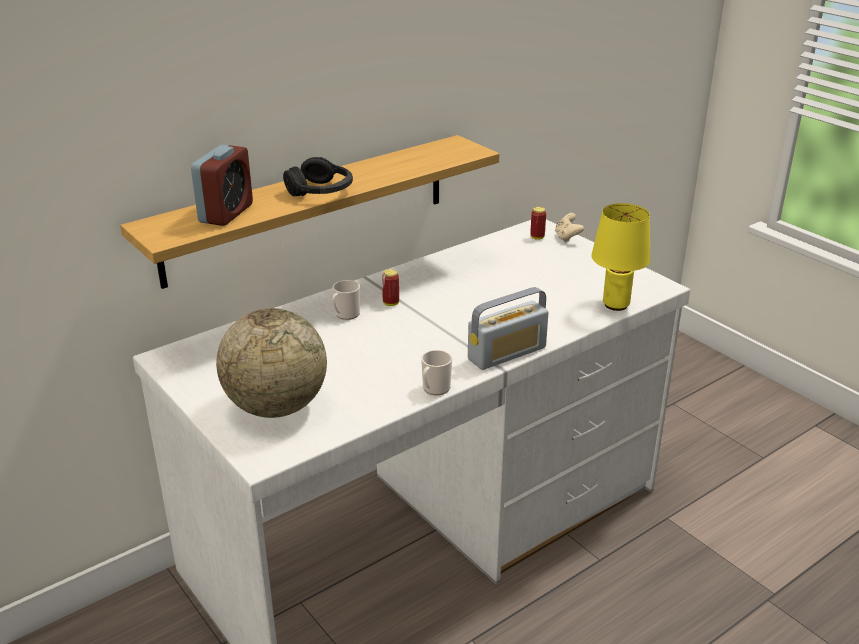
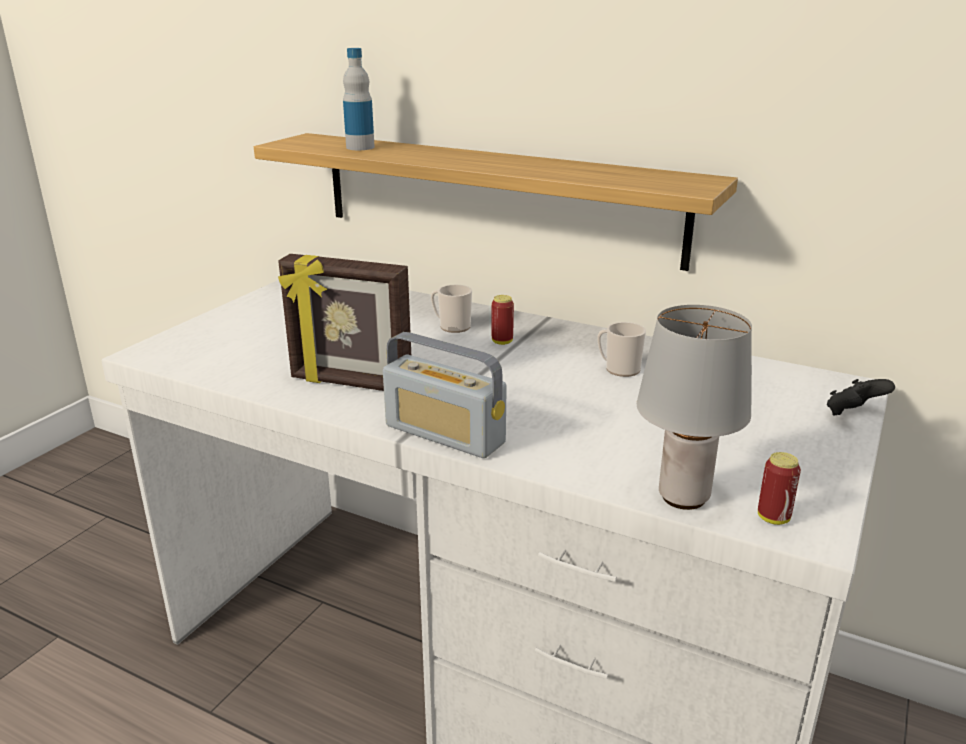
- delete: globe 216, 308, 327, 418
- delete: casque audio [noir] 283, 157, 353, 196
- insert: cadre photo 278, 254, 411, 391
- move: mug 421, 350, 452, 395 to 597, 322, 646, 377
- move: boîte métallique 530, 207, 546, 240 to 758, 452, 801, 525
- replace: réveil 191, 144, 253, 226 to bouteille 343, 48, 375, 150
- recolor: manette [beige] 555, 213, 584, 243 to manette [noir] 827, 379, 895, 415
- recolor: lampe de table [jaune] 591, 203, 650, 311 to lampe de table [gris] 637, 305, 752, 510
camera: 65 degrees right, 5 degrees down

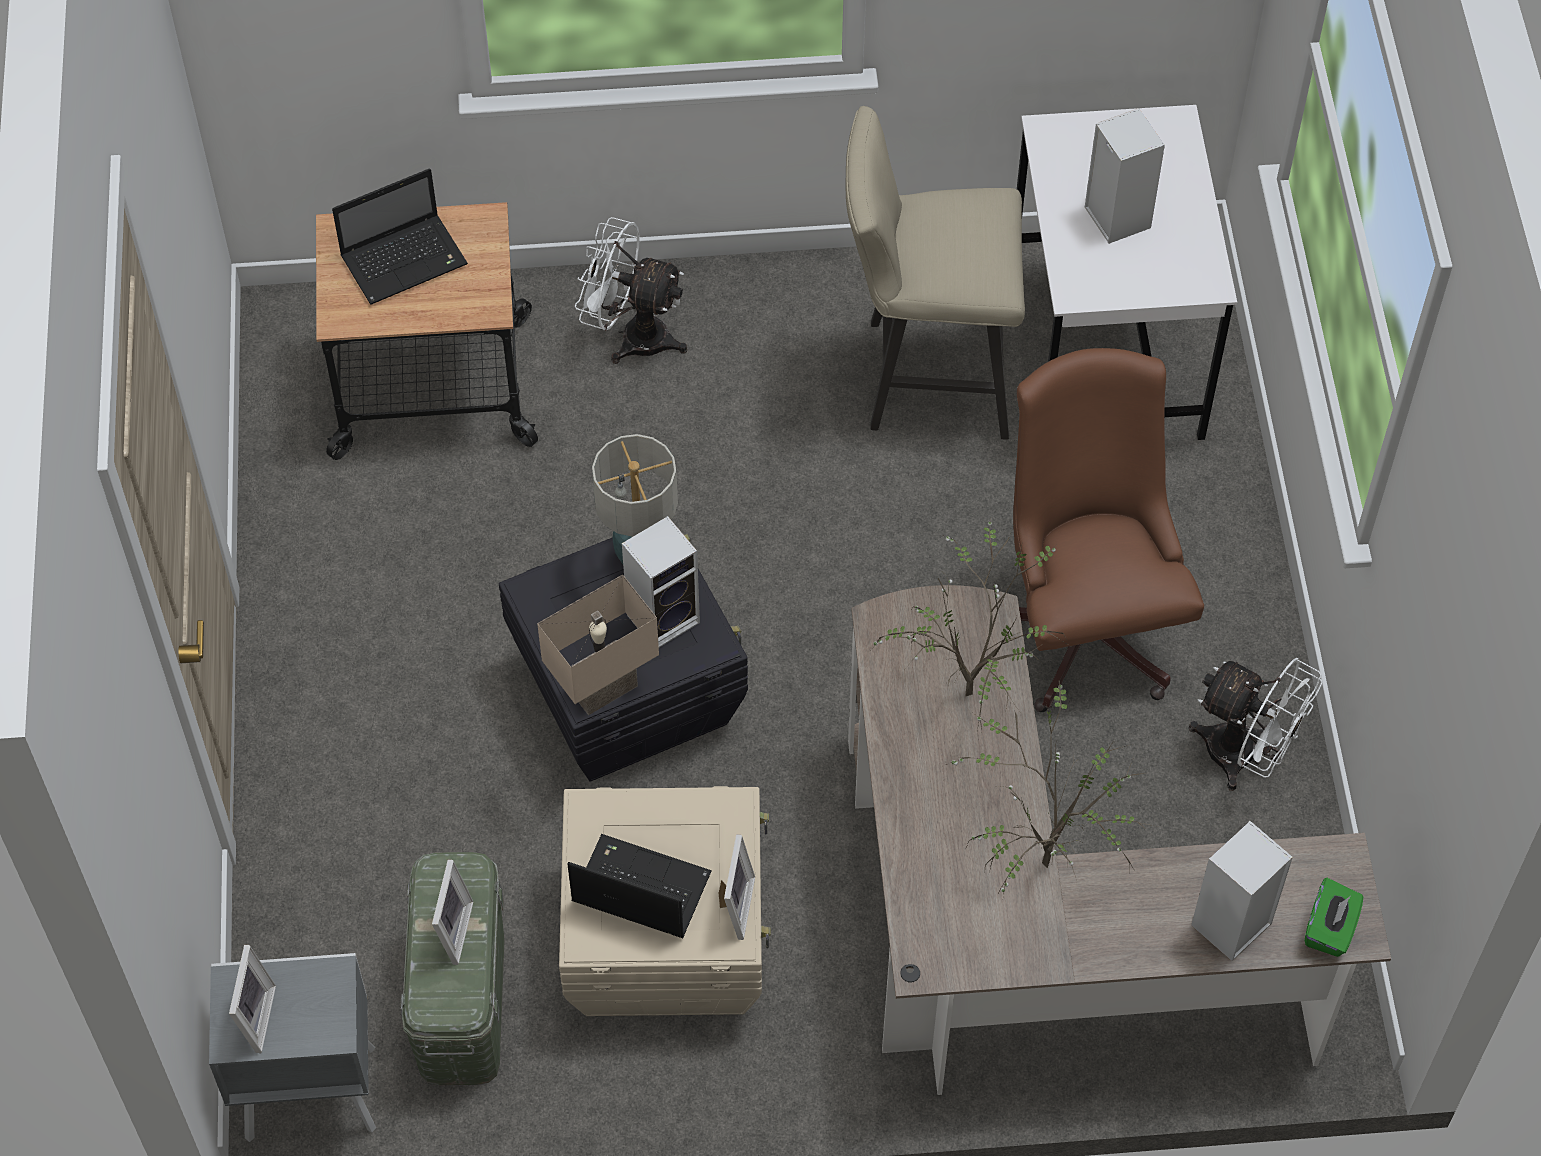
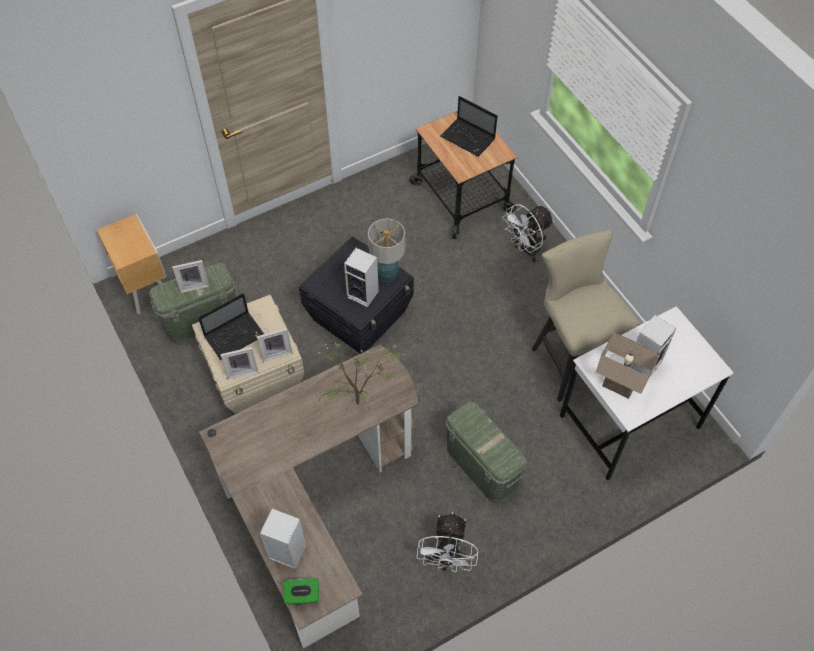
- delete: plante en pot 946, 680, 1158, 896
- move: cadre photo 229, 945, 276, 1053 to 256, 328, 293, 362
- move: lampe de table [beige] 537, 575, 659, 715 to 596, 332, 660, 399
- replace: chaise de bureau [marron] 1013, 348, 1204, 712 to boîte de rangement [vert] 446, 402, 527, 503
- recolor: table de chevet [gris] 209, 953, 376, 1142 to table de chevet [marron] 97, 214, 166, 315
- rotate: ordinateur portable 567, 834, 712, 938 = 198, 293, 264, 360 60 degrees clockwise
- rotate: ventilateur [blanc] 574, 217, 687, 364 = 502, 204, 554, 262 120 degrees counterclockwise
camera: 65 degrees right, 0 degrees up

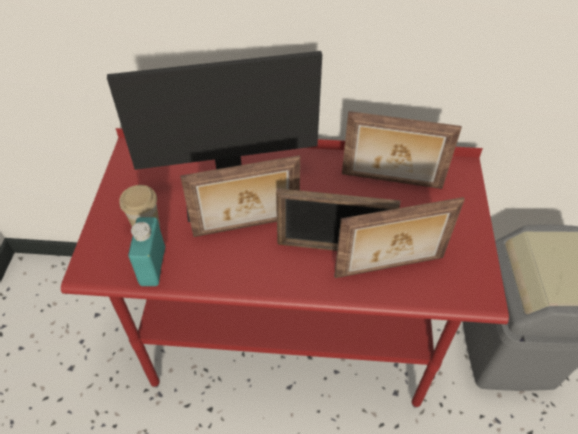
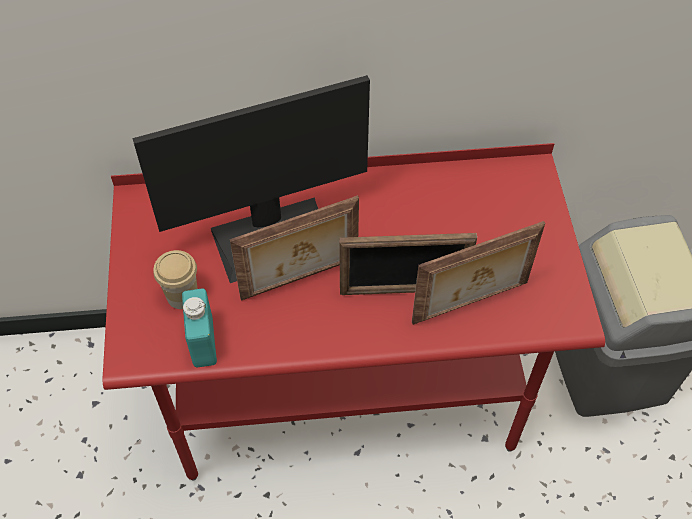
- delete: cadre photo 342, 111, 462, 189
camera: 10 degrees left, 5 degrees up

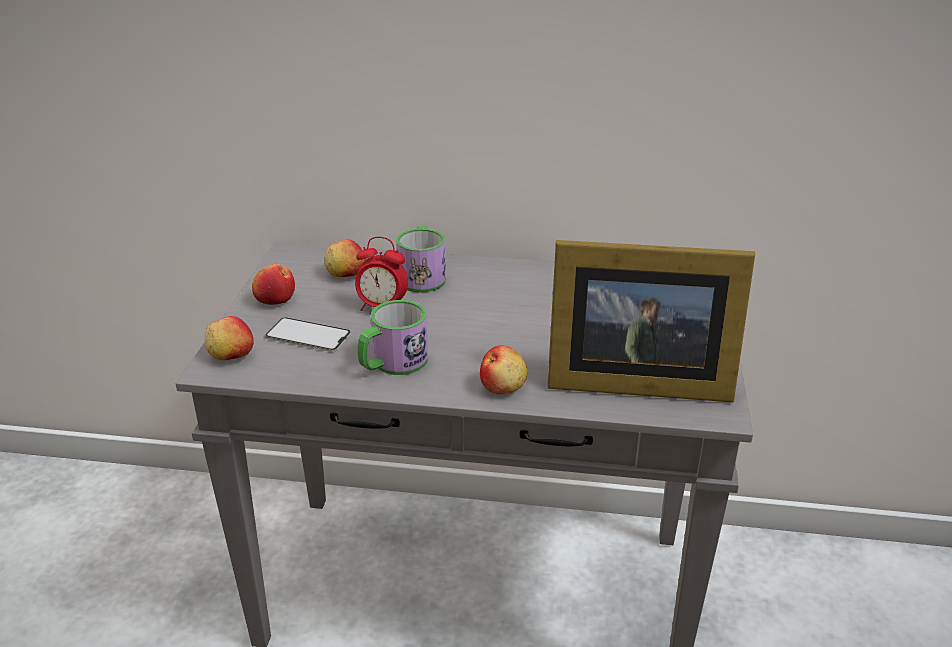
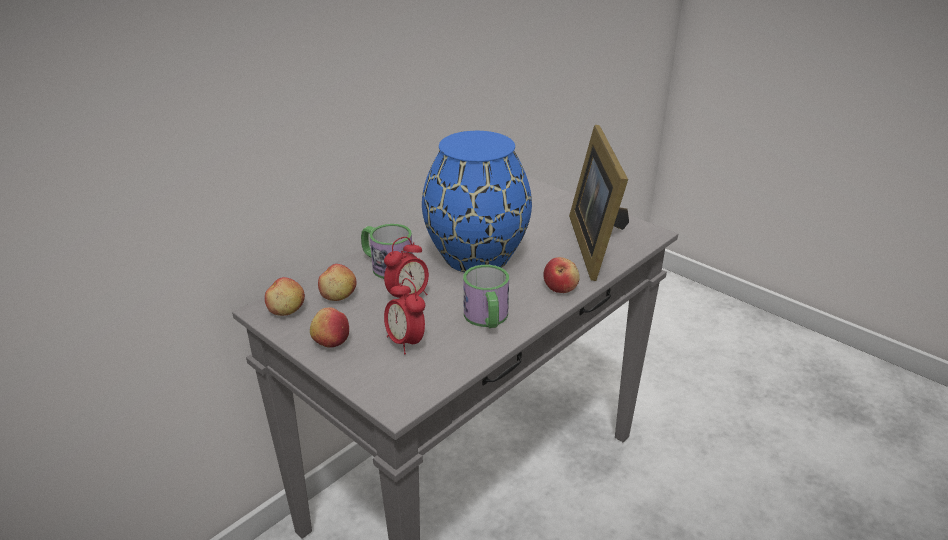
- insert: vase [bleu] 422, 131, 532, 272
- move: pomme 205, 316, 254, 360 to 265, 277, 305, 316
- replace: téléphone 265, 317, 351, 352 to réveil 384, 278, 425, 355
- rotate: cadre photo 547, 240, 755, 403 = 569, 125, 629, 281 135 degrees clockwise
camera: 55 degrees left, 0 degrees up

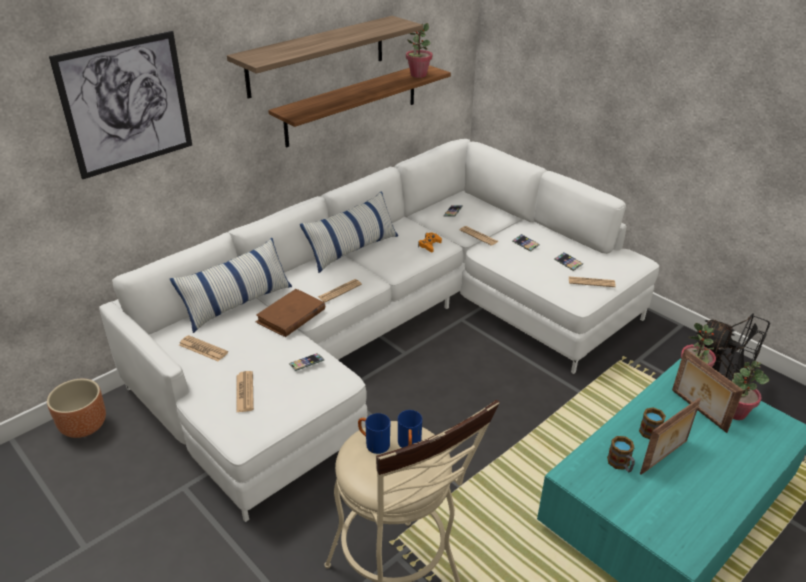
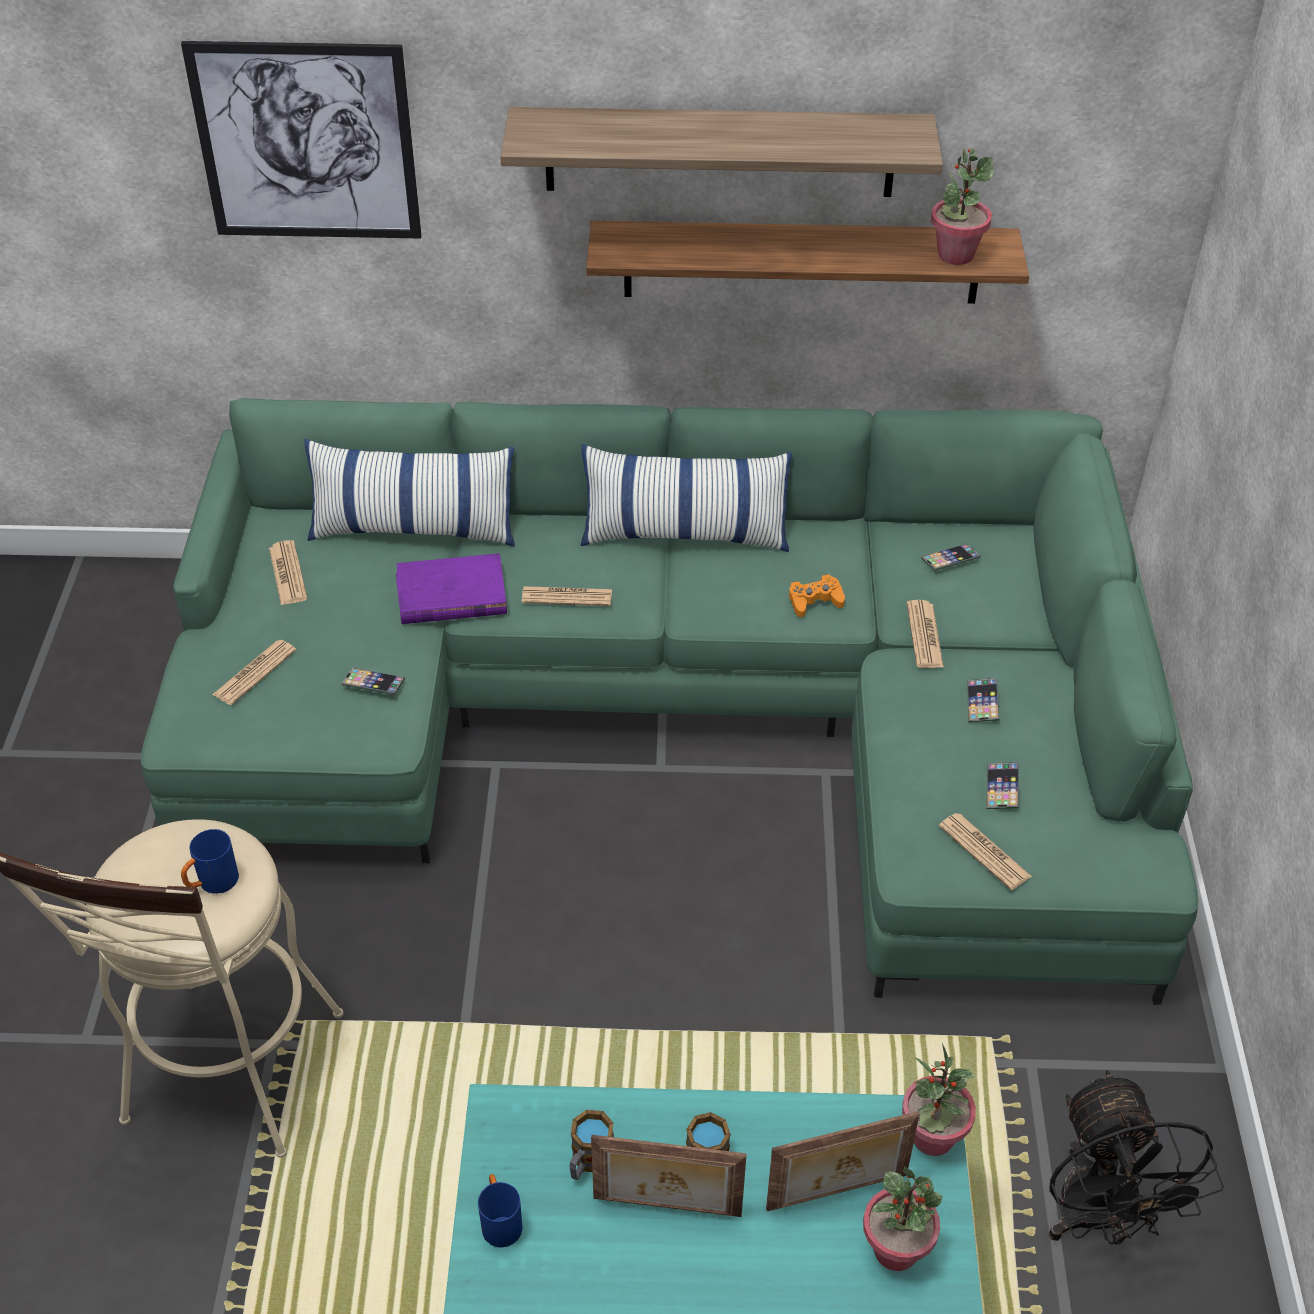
- delete: cache-pot [marron] 47, 379, 106, 438
- move: mug [bleu] 358, 413, 390, 454 to 478, 1174, 523, 1247
- recolor: canapé [blanc] 99, 139, 659, 522 to canapé [vert] 141, 398, 1199, 1005
- recolor: livre [marron] 255, 289, 325, 337 to livre [violet] 396, 553, 507, 624
- rotate: cadre photo 672, 349, 744, 433 = 766, 1111, 920, 1211 120 degrees counterclockwise
camera: 45 degrees right, 10 degrees up

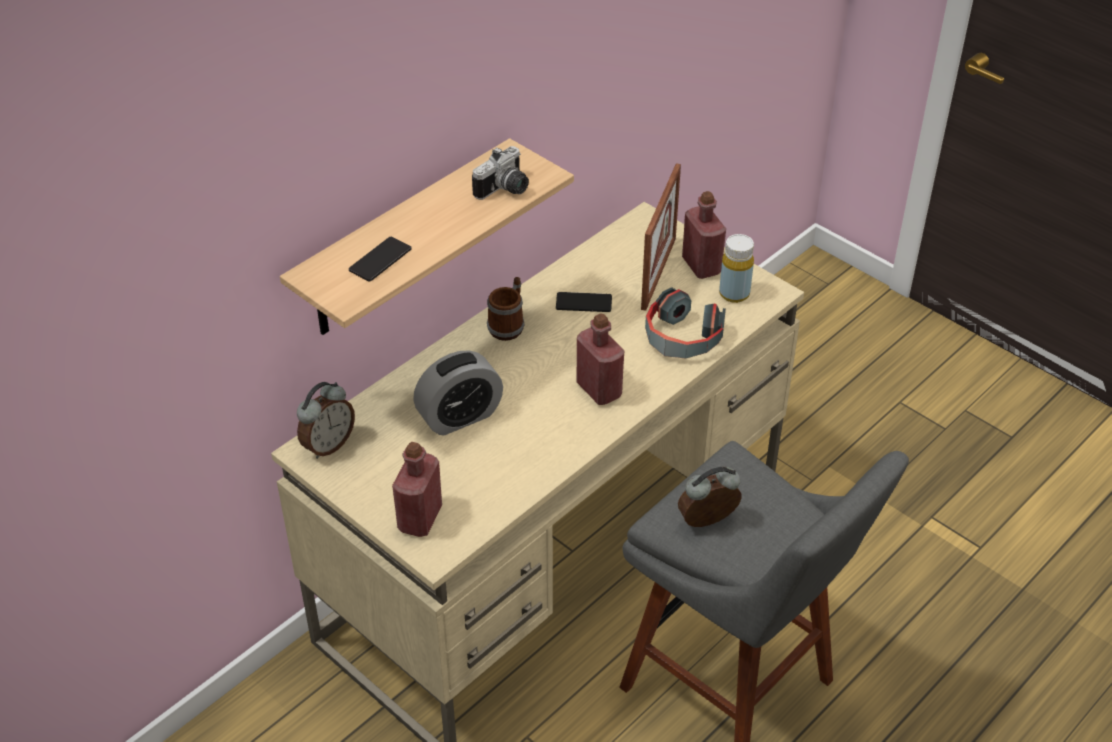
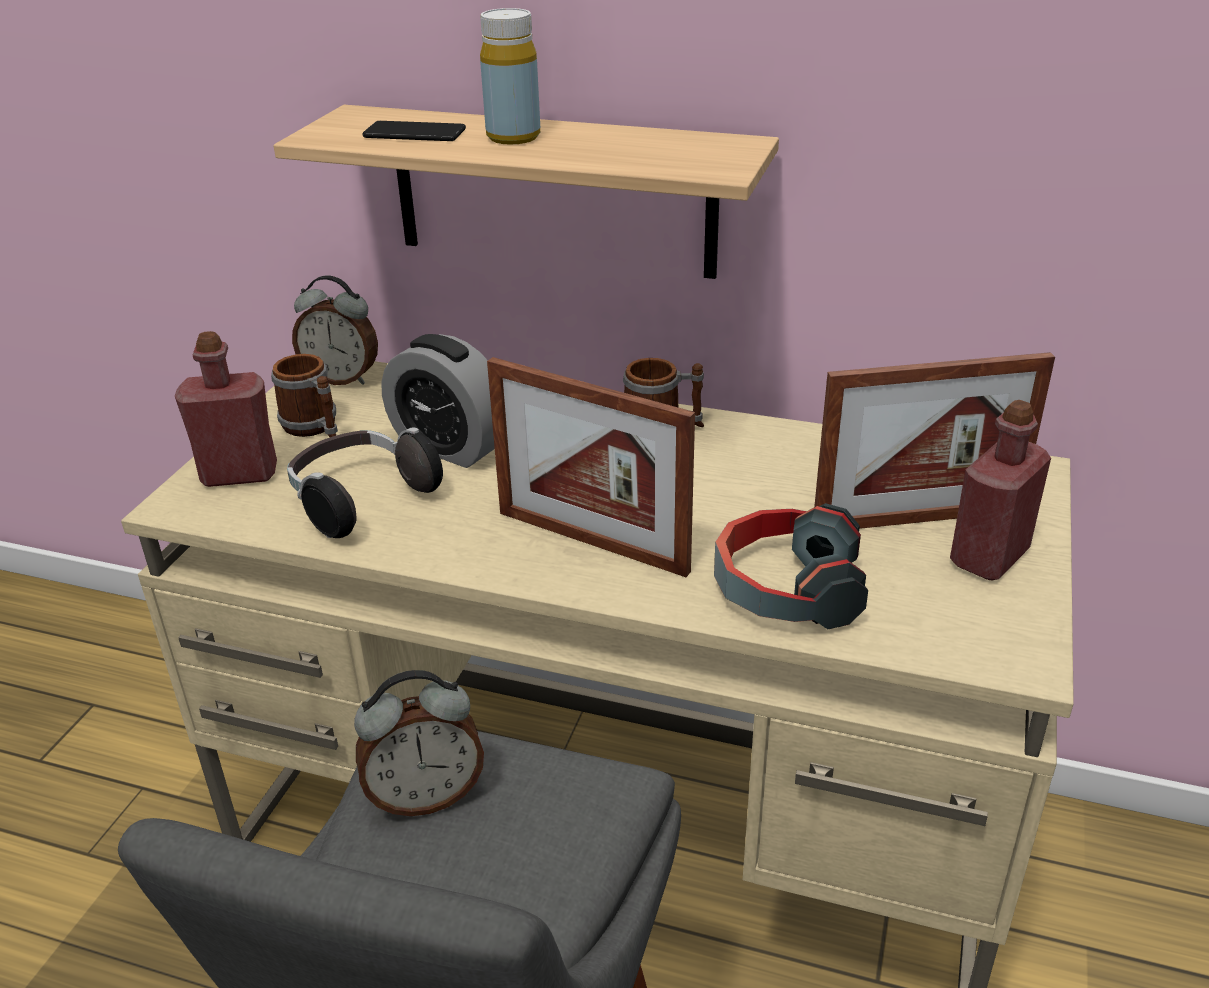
- delete: appareil photo 472, 146, 529, 200
- delete: téléphone 556, 292, 612, 312
- insert: mug 271, 354, 338, 437
- insert: casque audio 287, 428, 443, 538
- move: bouteille [jaune] 719, 234, 754, 303 to 480, 8, 540, 145
- replace: bouteille [rouge] 576, 313, 624, 405 to cadre photo 487, 357, 695, 577
- rotate: réveil 678, 467, 741, 527 = 354, 670, 484, 816 120 degrees clockwise
camera: 65 degrees right, 10 degrees down

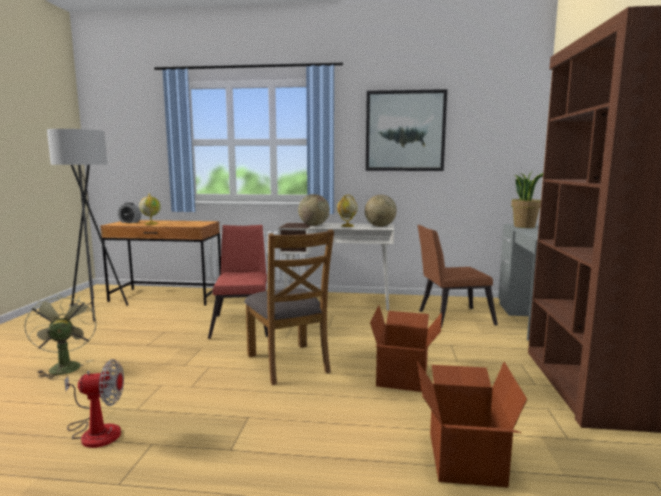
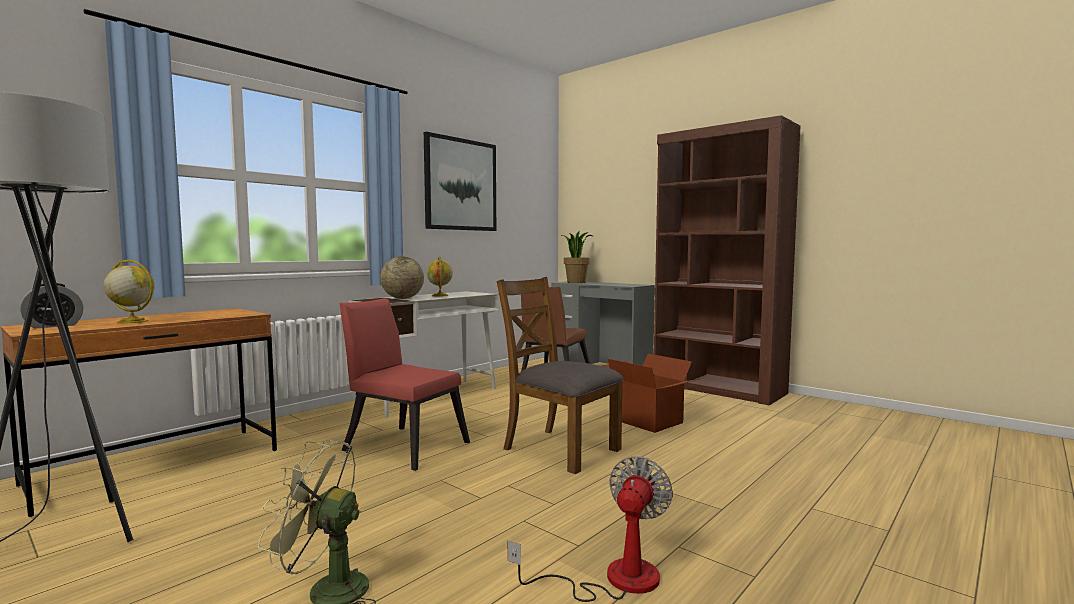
- delete: globe 365, 195, 397, 227
- delete: carton 417, 361, 527, 488
- rotate: chaise [marron] 244, 229, 334, 385 = 497, 277, 624, 474 150 degrees counterclockwise
camera: 55 degrees left, 5 degrees down

